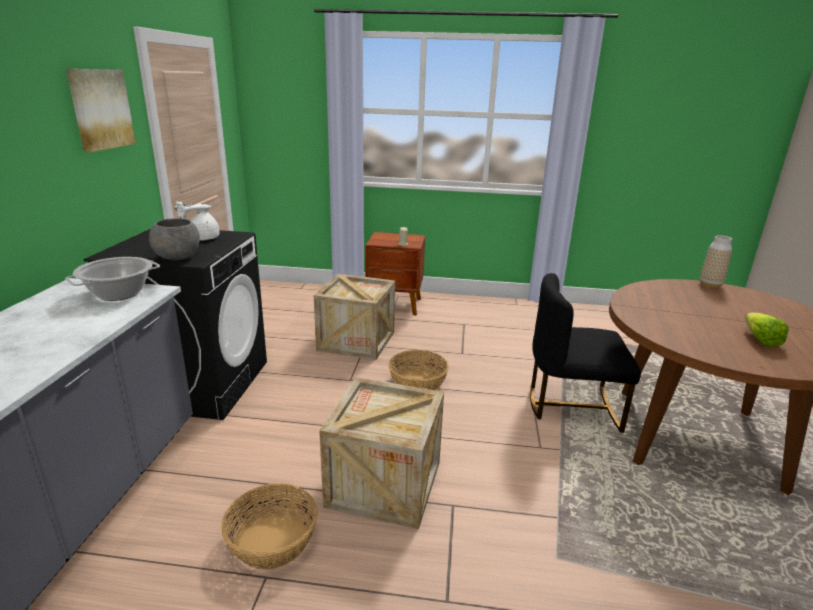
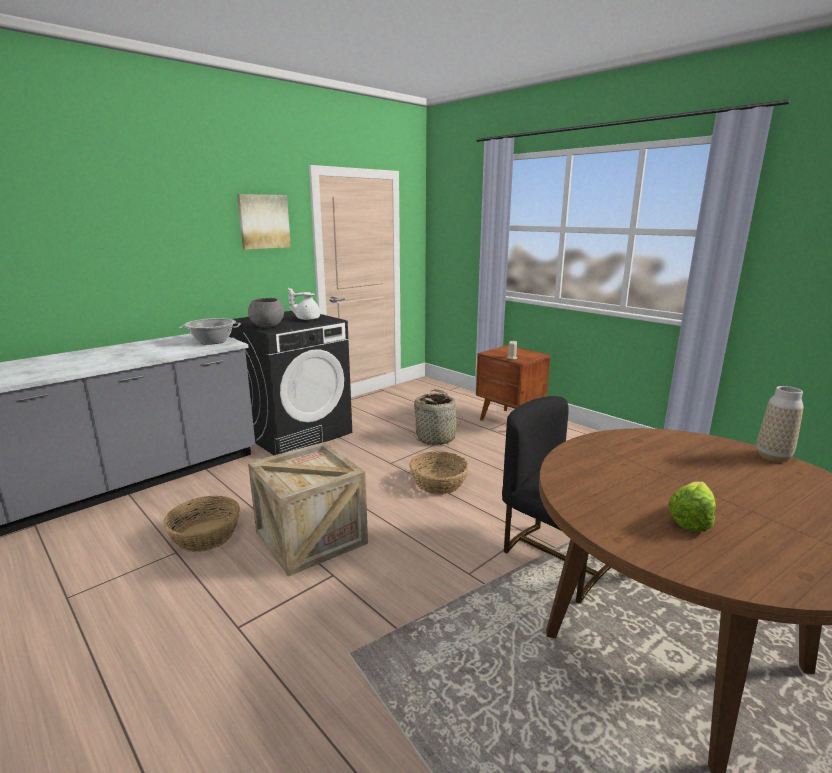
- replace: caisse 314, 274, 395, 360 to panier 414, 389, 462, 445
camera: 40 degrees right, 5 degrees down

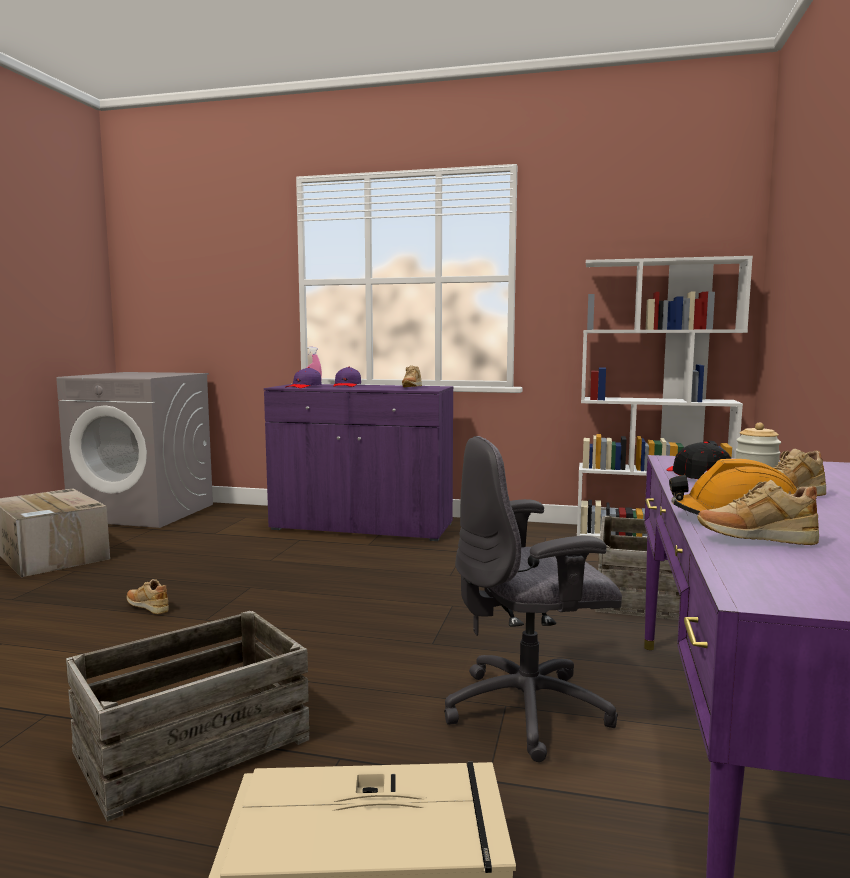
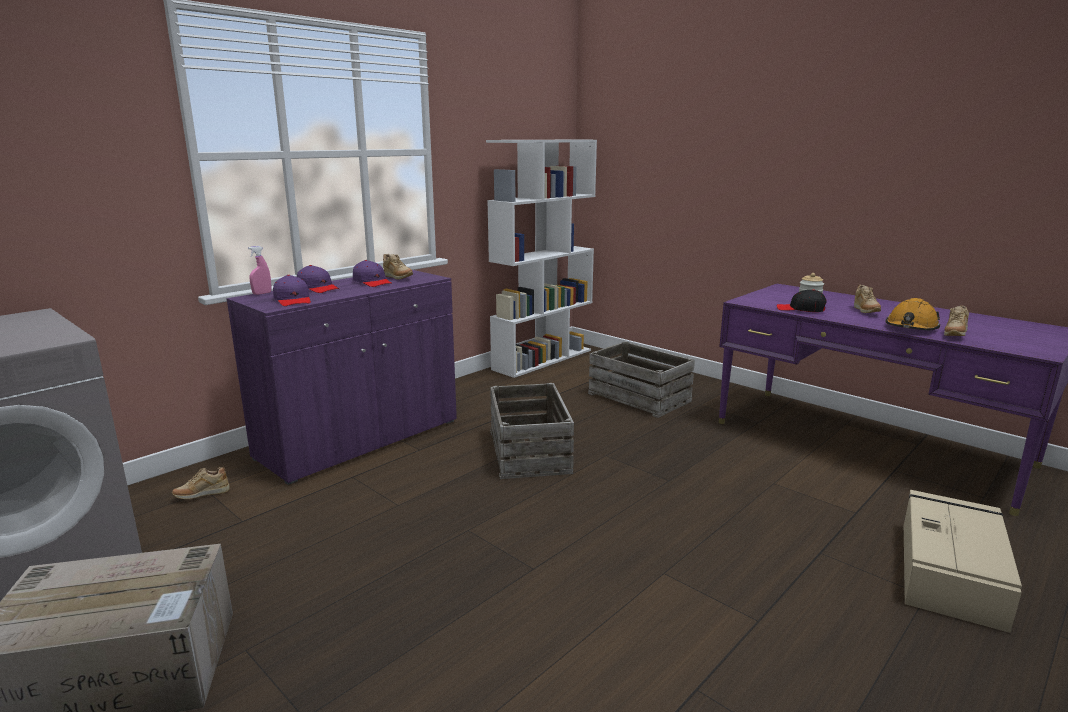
- delete: chaise de bureau [gris] 444, 436, 622, 762
- insert: casquette [violet] 353, 260, 392, 287
- move: caisse 66, 611, 310, 822 to 490, 383, 574, 479
- move: chaussure [beige] 127, 579, 168, 614 to 172, 466, 230, 499
camera: 60 degrees left, 10 degrees up

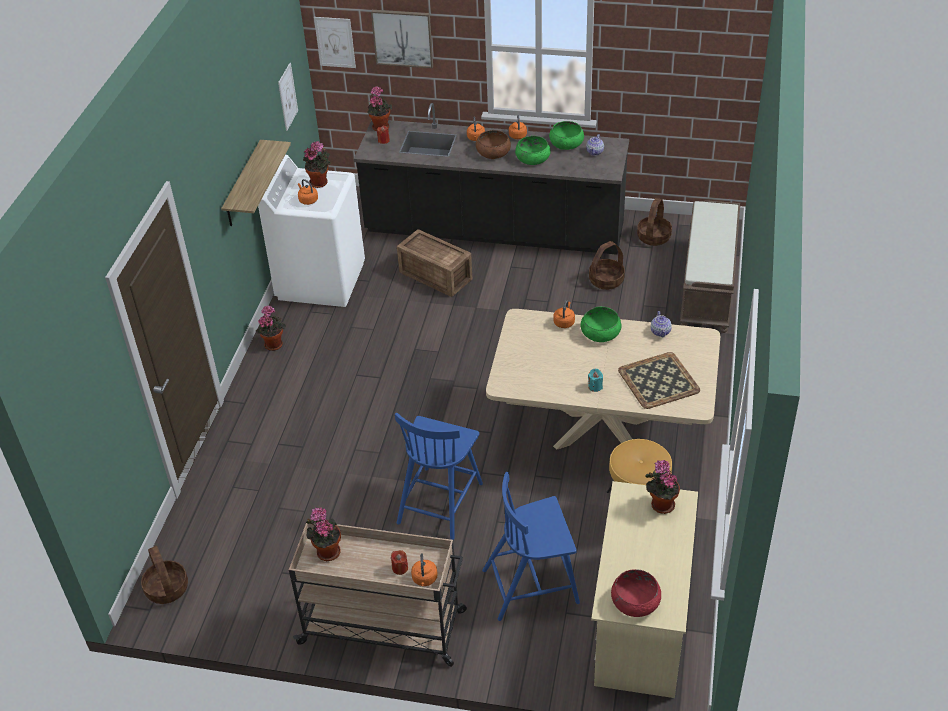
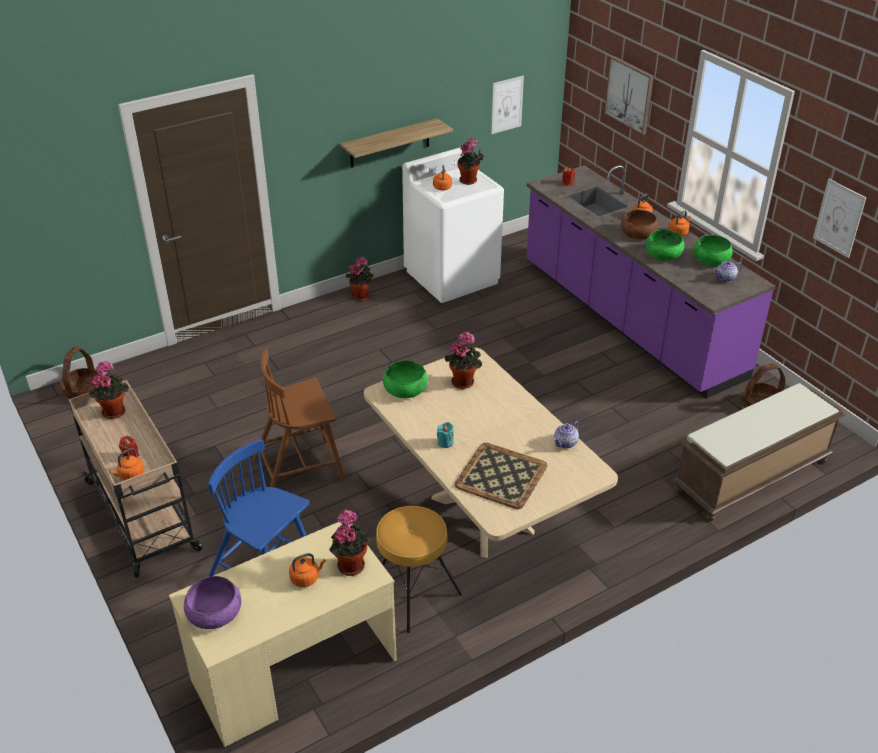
- delete: caisse 397, 229, 472, 297
- delete: panier 589, 241, 625, 290
- move: tableau 314, 17, 356, 68 to 813, 179, 866, 258
- move: plante en pot 367, 86, 392, 131 to 445, 332, 482, 389
- move: bouilloire [orange] 553, 300, 575, 328 to 289, 553, 326, 587
- move: bol [vert] 581, 307, 621, 342 to 383, 360, 428, 398
- recolor: comptoir de cuisine [noir] 354, 103, 629, 255 to comptoir de cuisine [violet] 526, 165, 775, 399
- recolor: chaise [bleu] 395, 412, 483, 540 to chaise [marron] 253, 349, 345, 487
- recolor: bol [rouge] 611, 569, 661, 617 to bol [violet] 184, 576, 241, 629
camera: 45 degrees right, 5 degrees down

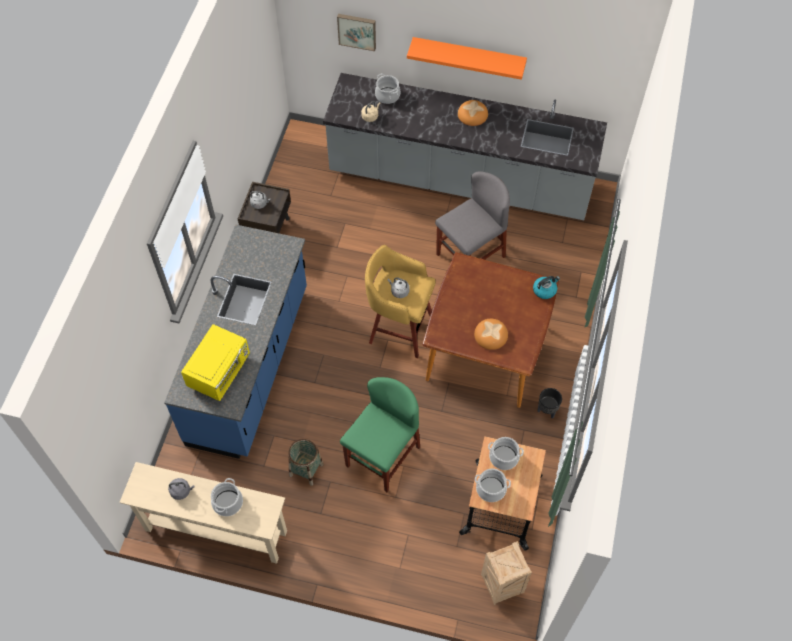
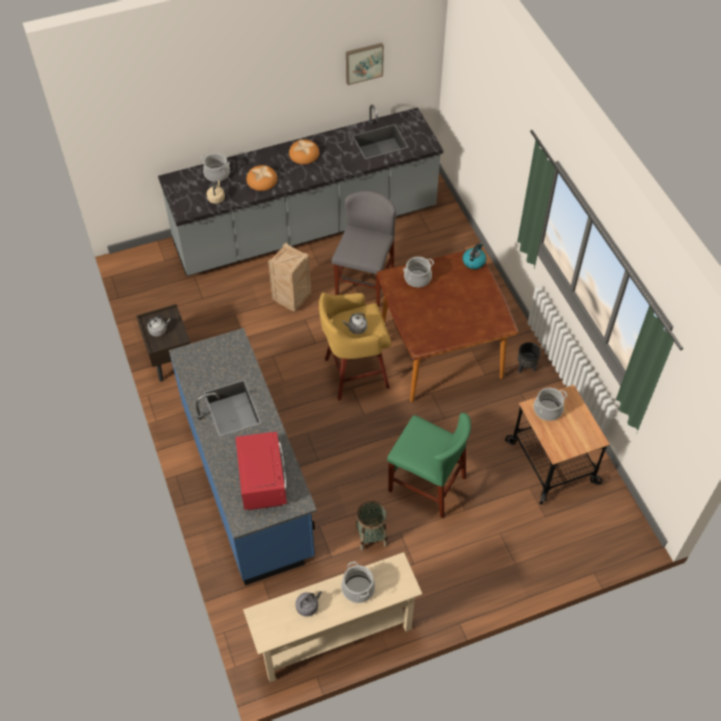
- delete: étagère [orange] 407, 37, 527, 80
- move: tableau 337, 14, 376, 51 to 346, 43, 384, 85
- move: pain 474, 319, 508, 350 to 246, 165, 277, 191
- move: marmite 475, 468, 511, 502 to 403, 257, 434, 288
- move: caisse 481, 541, 532, 605 to 268, 242, 311, 312
- recolor: micro-ondes [jaune] 181, 324, 250, 401 to micro-ondes [rouge] 235, 432, 287, 510
- rotate: chaise [vert] 340, 377, 420, 492 = 387, 413, 471, 518 120 degrees clockwise
camera: 35 degrees left, 5 degrees down

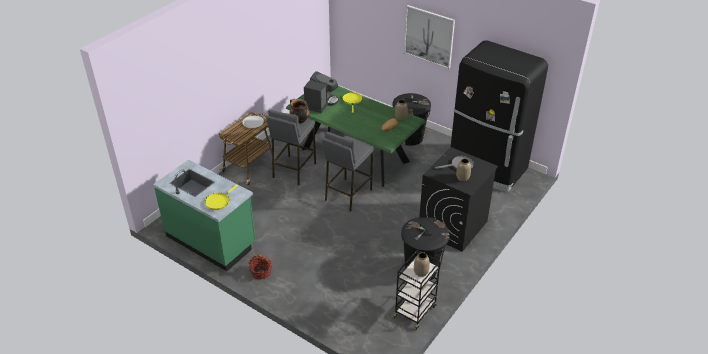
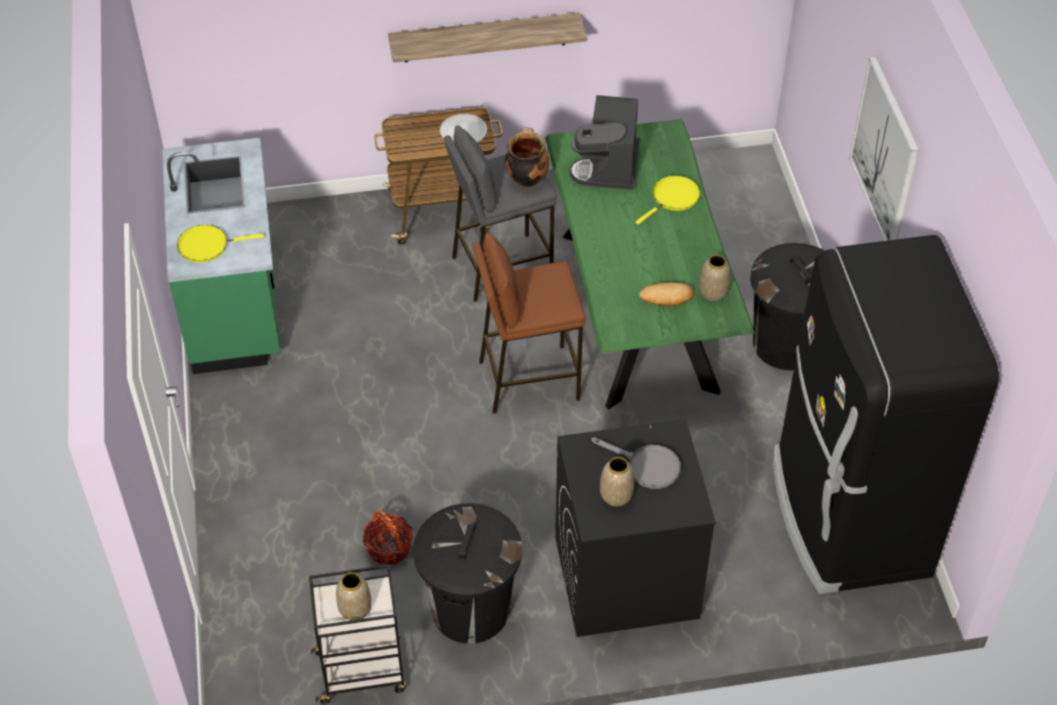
- insert: étagère 388, 13, 587, 62
- move: panier 249, 255, 272, 280 to 363, 511, 413, 565
- recolor: tabouret [gris] 322, 132, 374, 212 to tabouret [marron] 472, 233, 585, 414
- rotate: machine à café 304, 71, 339, 113 = 570, 95, 640, 190 120 degrees clockwise
camera: 45 degrees right, 10 degrees up

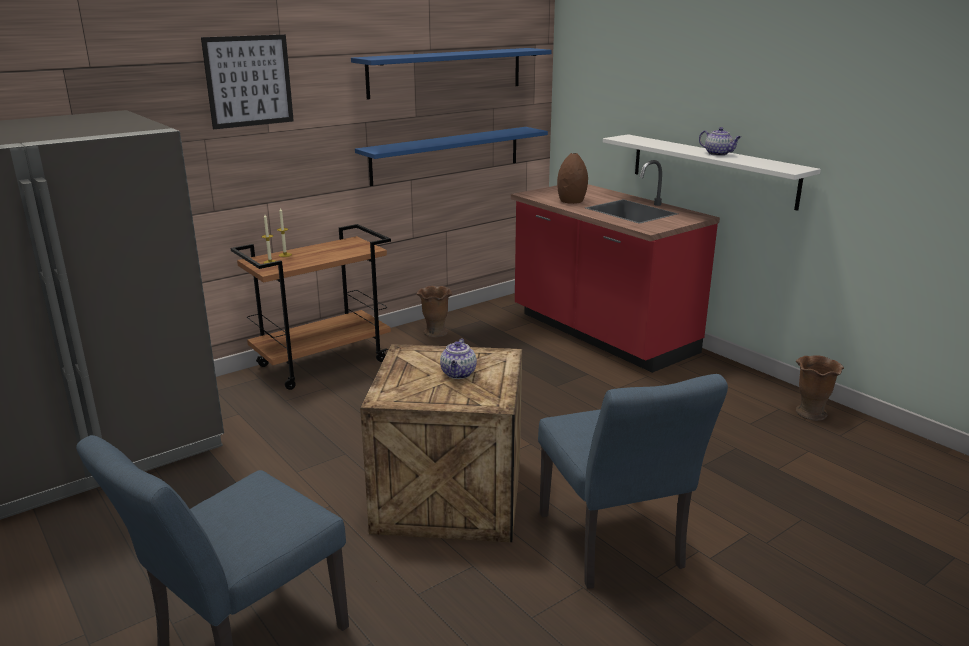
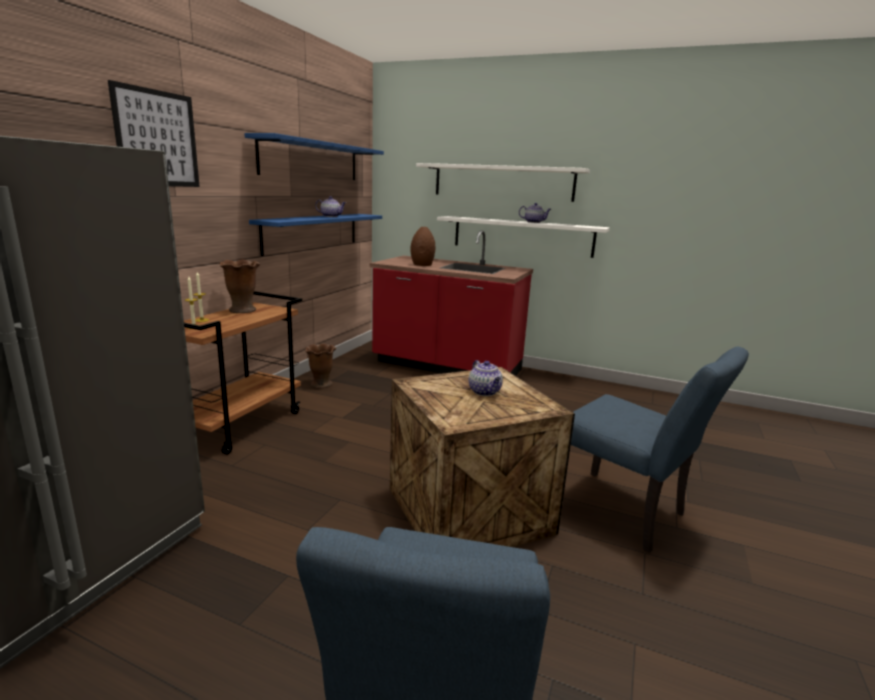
- insert: théière 315, 196, 346, 217
- insert: étagère [blanc] 416, 163, 590, 202
- move: vase [marron] 796, 355, 844, 421 to 219, 260, 260, 313
camera: 30 degrees left, 5 degrees down

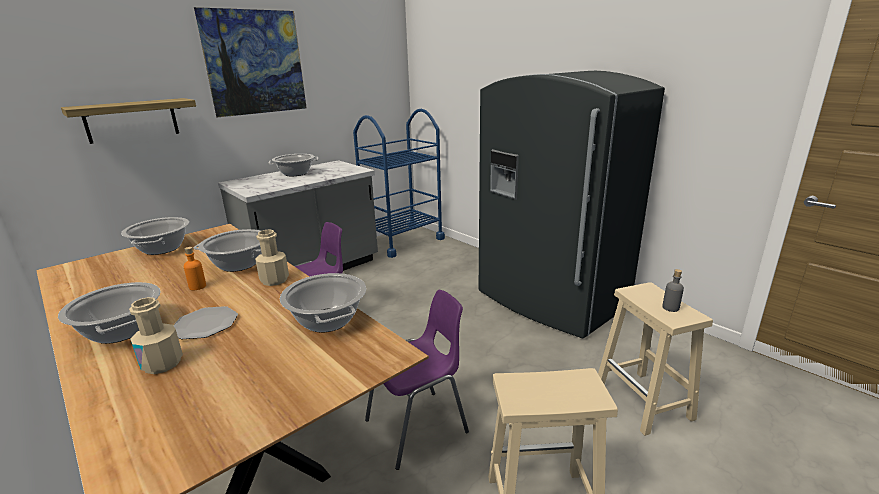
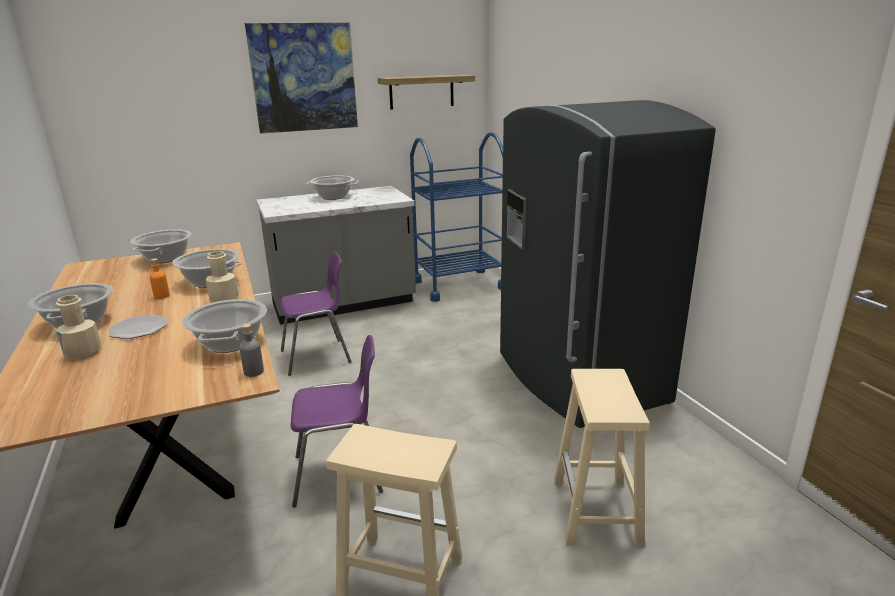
- move: étagère 61, 98, 196, 144 to 378, 75, 475, 109
- move: bouteille [gris] 662, 269, 684, 312 to 239, 324, 264, 377
camera: 20 degrees right, 0 degrees up

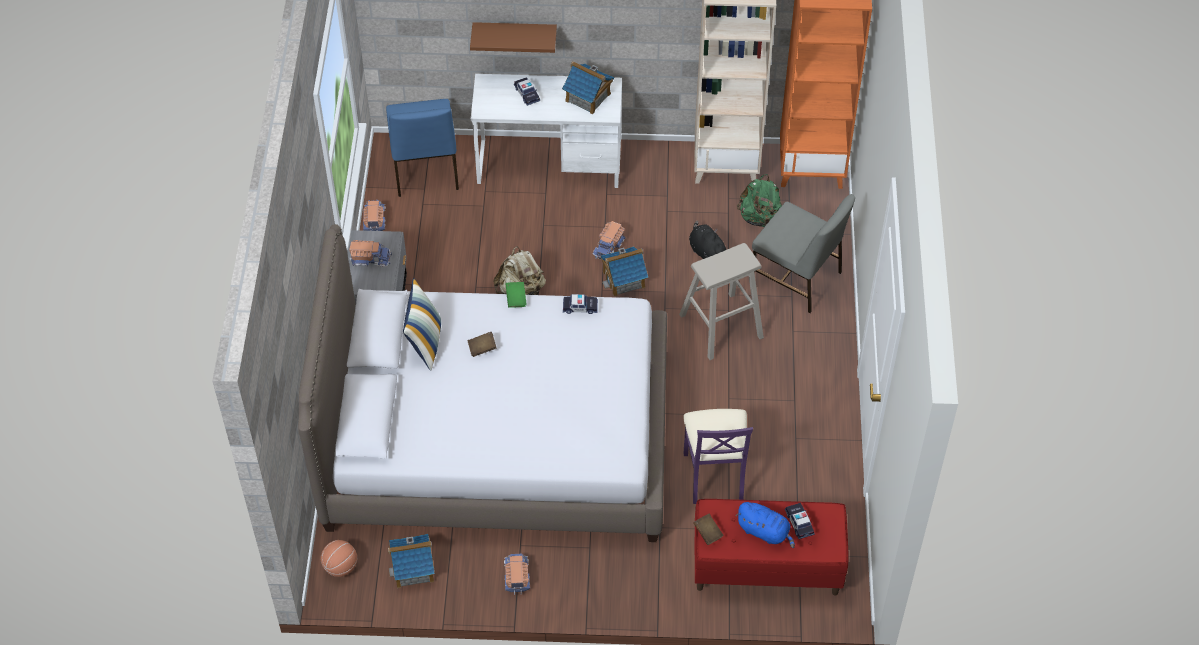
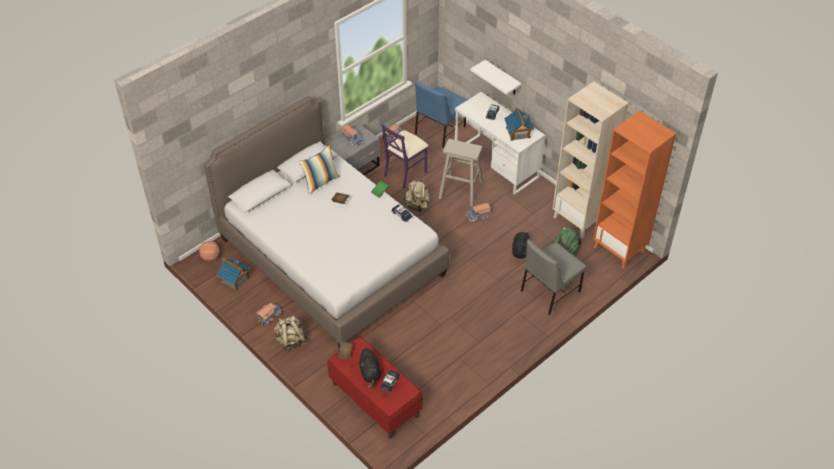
- delete: maison miniature 601, 246, 648, 297
- insert: sac à dos [beige] 274, 316, 307, 350
- move: tabouret [beige] 679, 243, 764, 360 to 438, 139, 483, 207
- move: chaise [violet] 683, 409, 753, 504 to 381, 123, 428, 188
- recolor: étagère [marron] 470, 22, 557, 53 to étagère [blanc] 471, 60, 521, 95
- recolor: peluche [bleu] 736, 502, 795, 548 to peluche [noir] 359, 348, 381, 388
- rotate: chaise [gris] 752, 194, 855, 313 = 521, 240, 586, 315 60 degrees clockwise
camera: 45 degrees right, 5 degrees down

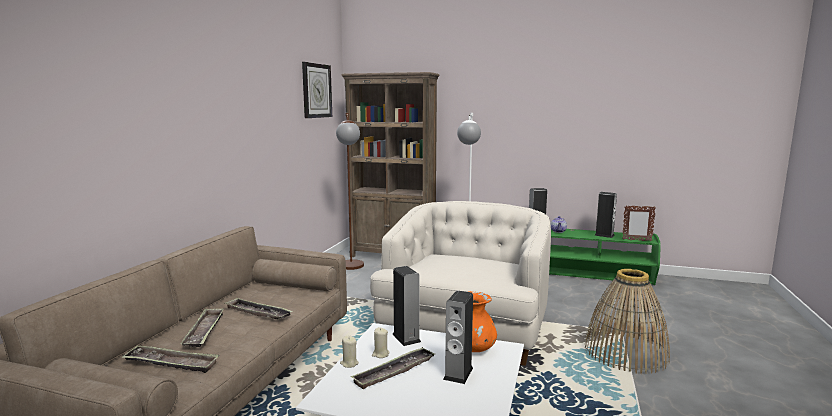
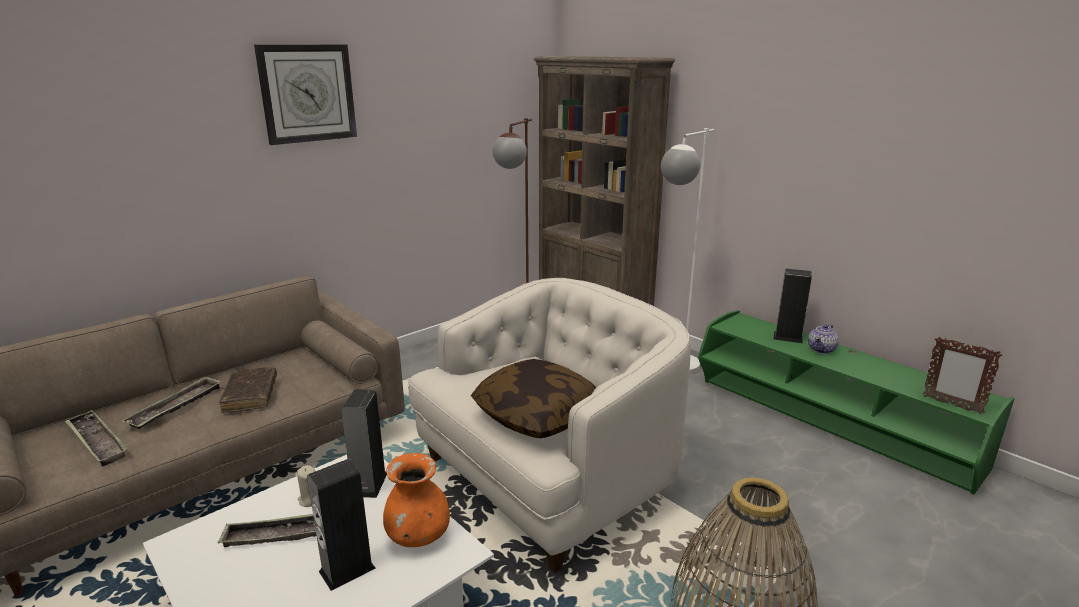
- delete: bougie [beige] 340, 335, 359, 368
- delete: enceinte 595, 192, 617, 238
- insert: coussin 471, 359, 597, 438
- move: horloge murale 302, 62, 332, 118 to 254, 44, 357, 145
- replace: plateau 224, 298, 293, 319 to livre [marron] 219, 367, 277, 413
camera: 30 degrees right, 10 degrees up

